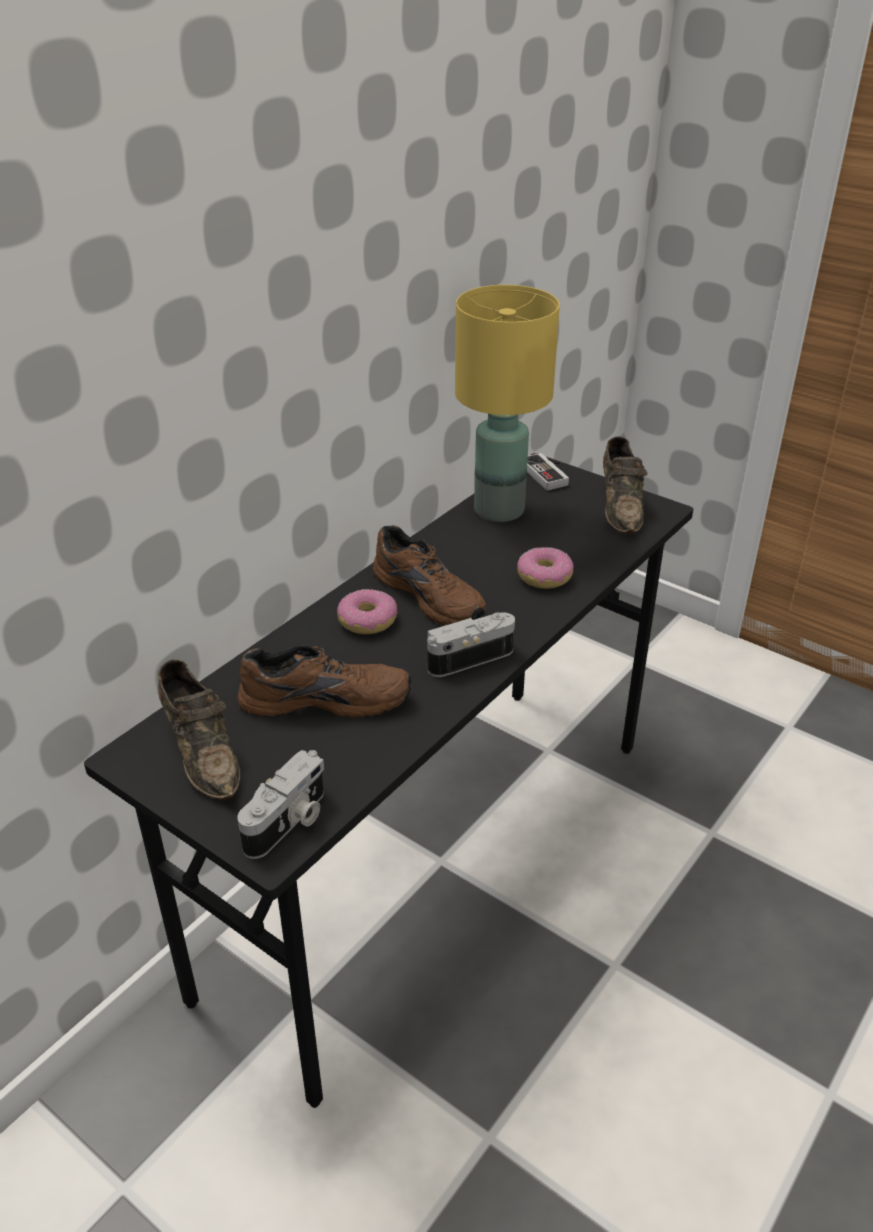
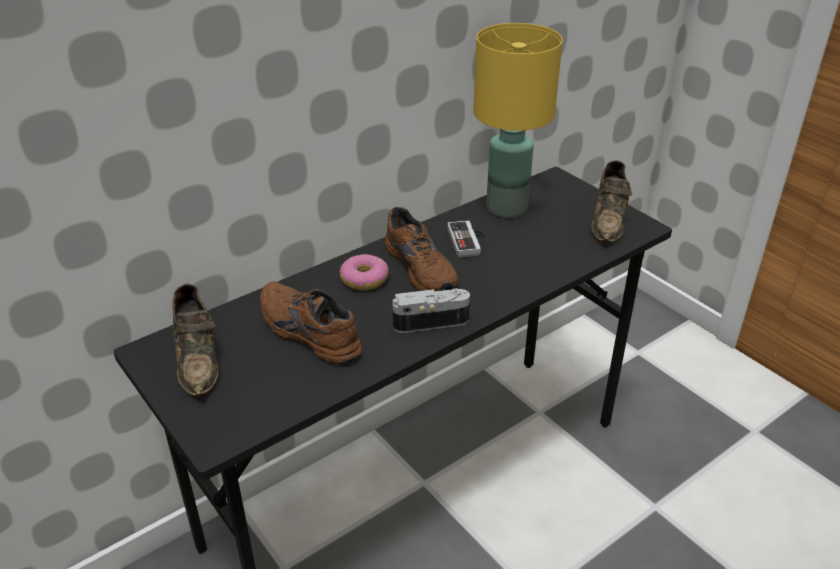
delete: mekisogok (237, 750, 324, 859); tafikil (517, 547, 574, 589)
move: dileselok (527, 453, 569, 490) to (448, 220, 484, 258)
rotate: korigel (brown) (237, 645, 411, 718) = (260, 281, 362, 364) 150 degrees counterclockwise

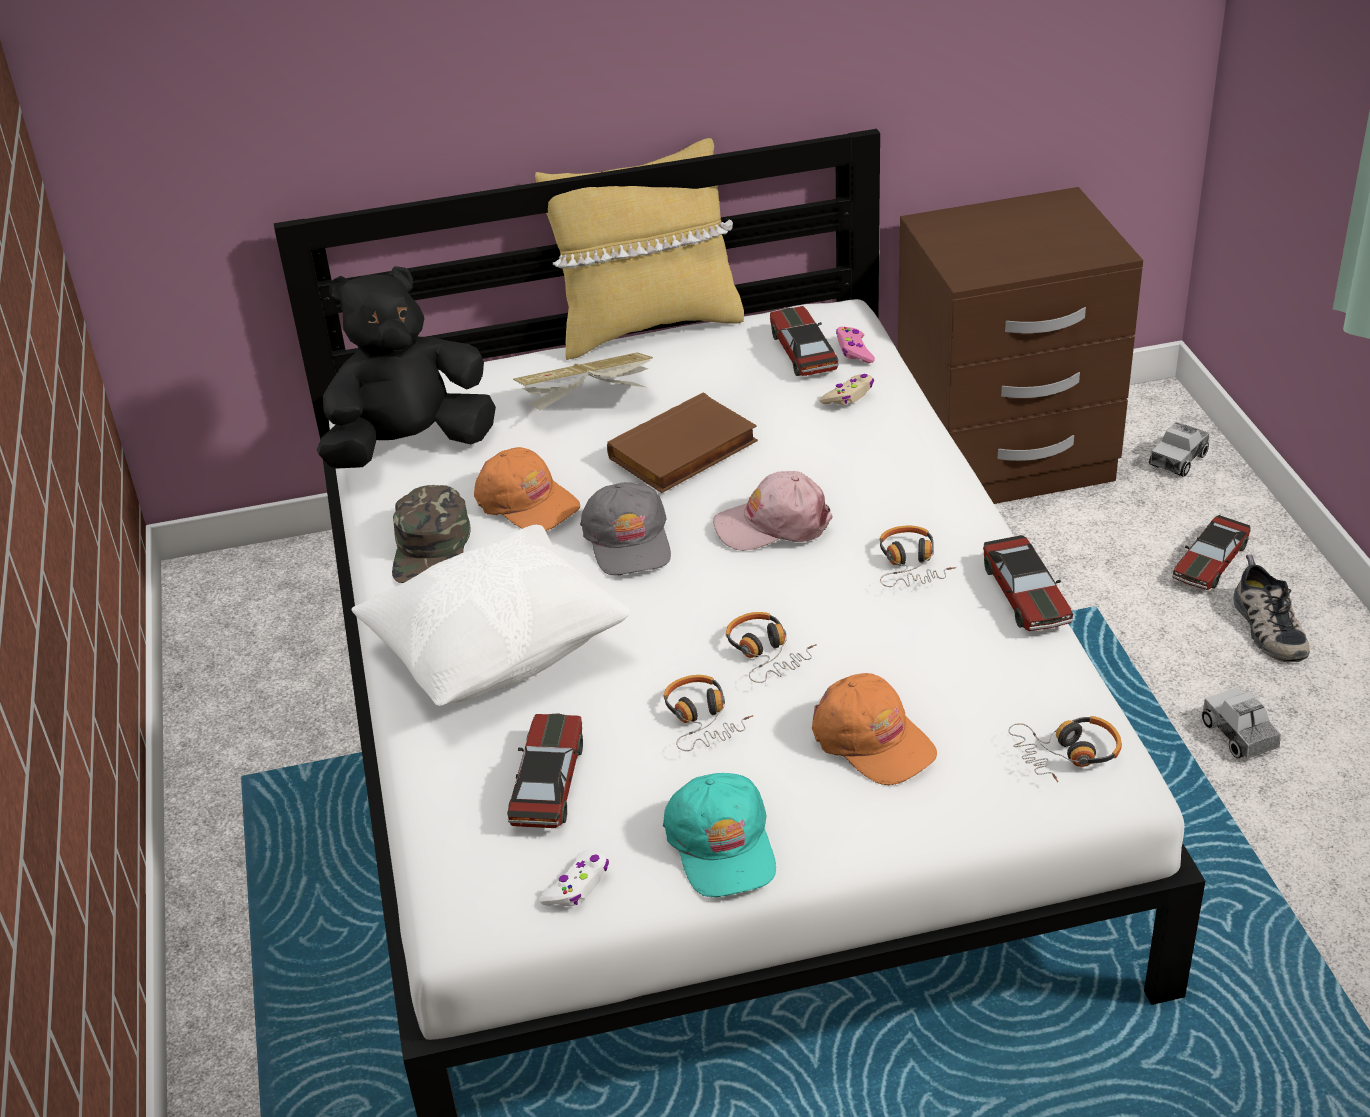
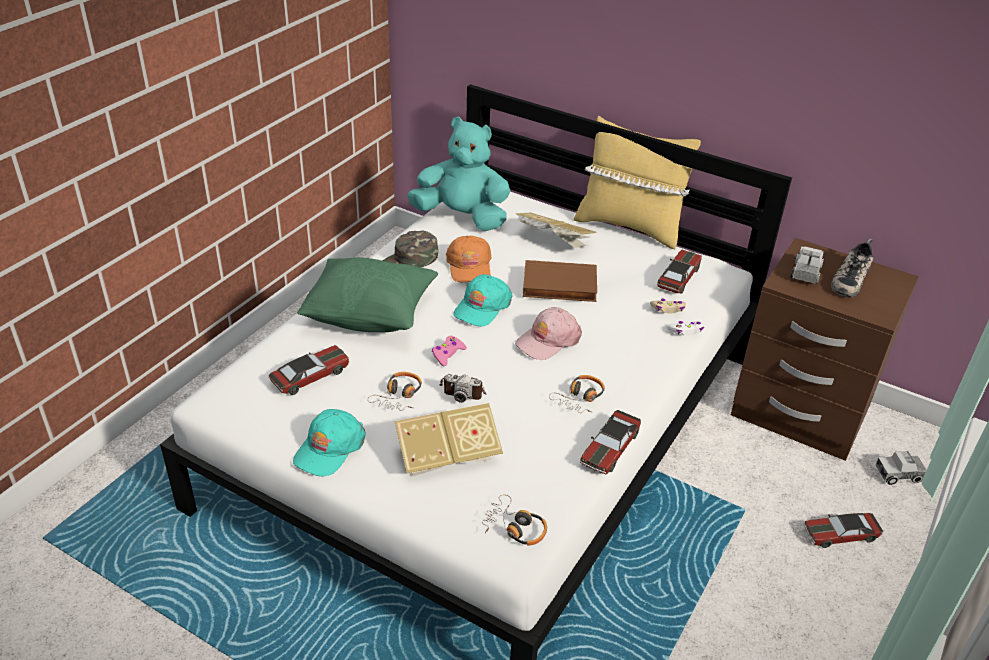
move: dileselok (pink) (836, 327, 875, 363) to (432, 336, 467, 366); dileselok (white) (539, 850, 609, 906) to (667, 321, 704, 336); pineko (1202, 687, 1281, 759) to (791, 246, 824, 284); korigel (1233, 555, 1310, 662) to (831, 239, 874, 297)
replace: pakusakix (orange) (812, 673, 937, 786) to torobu (394, 403, 503, 476); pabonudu (726, 612, 817, 683) to mekisogok (439, 374, 486, 403)
recolor: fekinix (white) (352, 525, 630, 706) to fekinix (green) (297, 257, 438, 332); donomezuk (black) (317, 266, 496, 469) to donomezuk (turquoise) (407, 117, 510, 231); pakusakix (grey) (580, 482, 671, 576) to pakusakix (turquoise) (453, 274, 513, 326)
rotate: pakusakix (pink) (713, 471, 833, 551) = (515, 307, 582, 360) 75 degrees counterclockwise

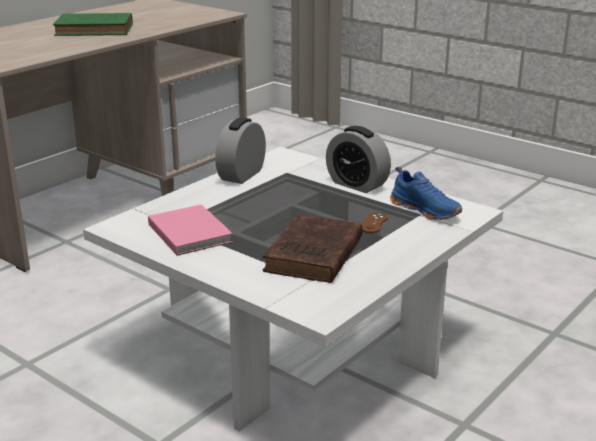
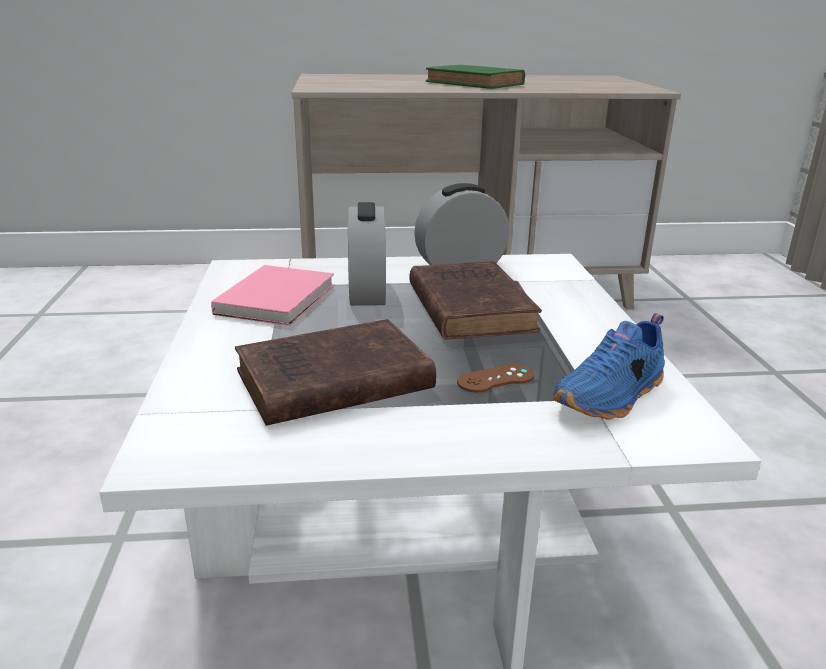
insert: torobu (brown) (409, 261, 542, 340)
move: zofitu (326, 126, 391, 193) to (348, 202, 386, 306)
rotate: korigel (blue) (390, 166, 462, 220) = (553, 313, 665, 420) 45 degrees clockwise

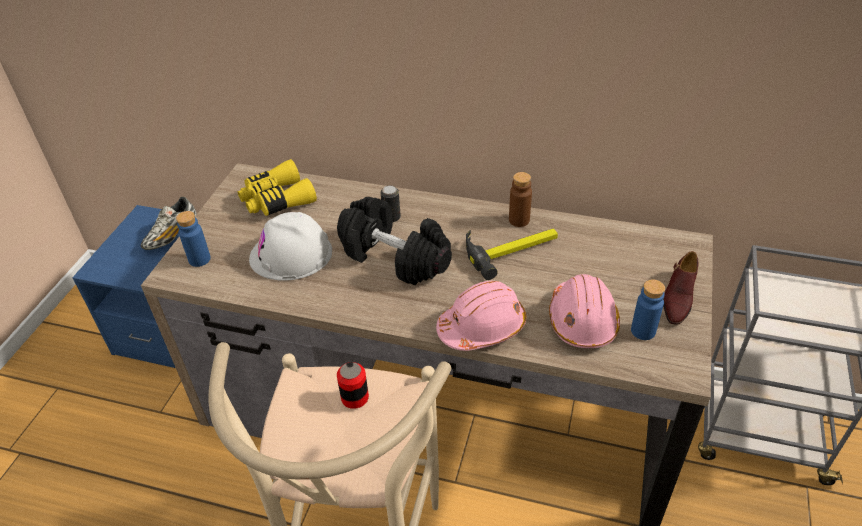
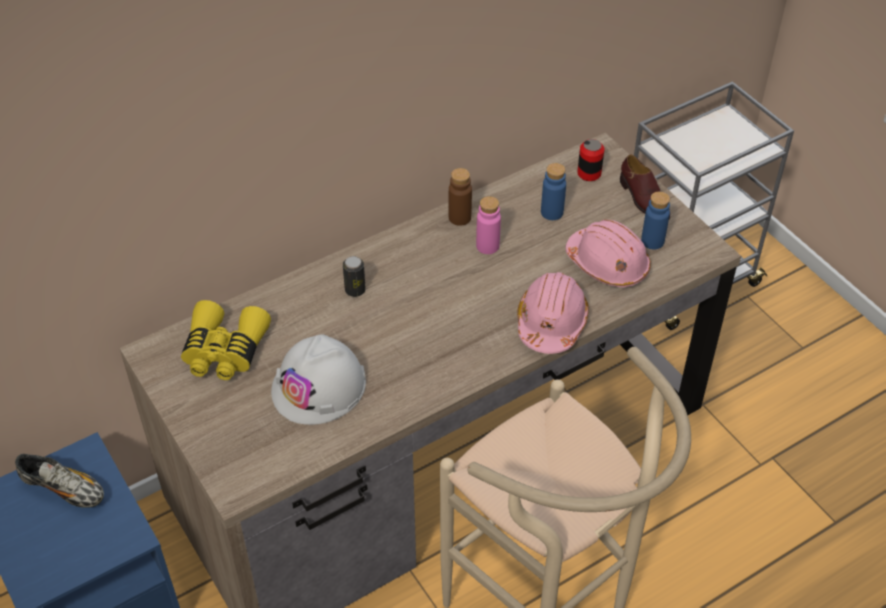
delete: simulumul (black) (337, 197, 452, 285)
move: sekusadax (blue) (176, 211, 211, 267) to (541, 163, 566, 220); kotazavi (337, 362, 369, 409) to (577, 139, 604, 181)
replace: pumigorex (466, 228, 558, 280) to sekusadax (pink) (476, 196, 501, 254)
rotate: korigel (141, 197, 197, 250) = (15, 454, 104, 508) 45 degrees counterclockwise

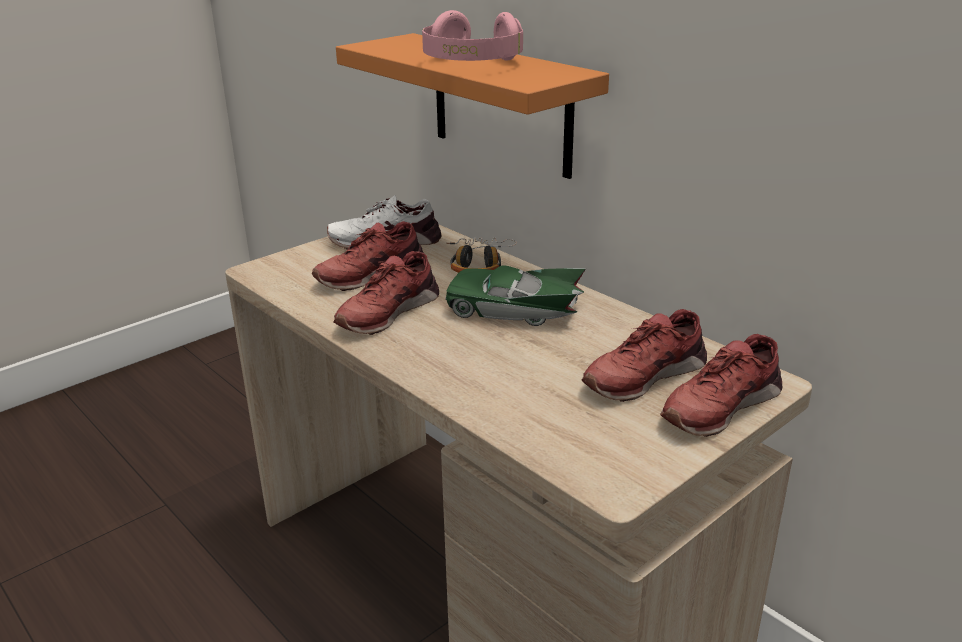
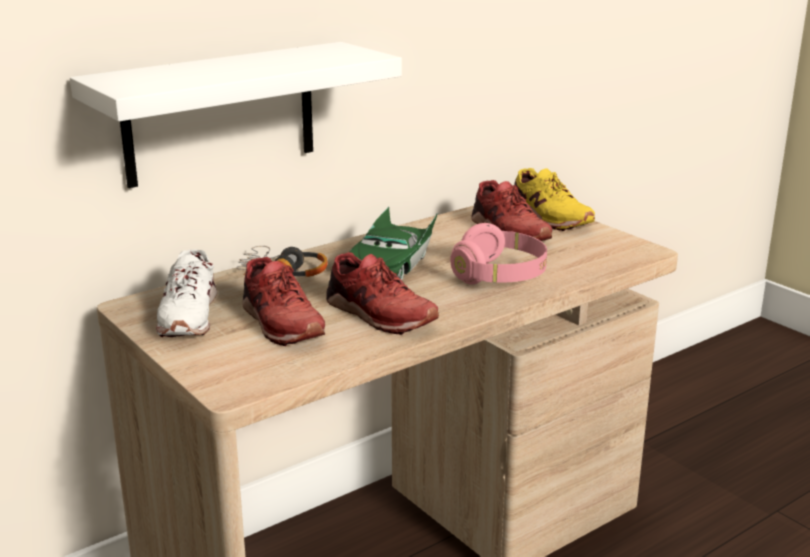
move: pabonudu (pink) (422, 10, 523, 61) to (450, 223, 547, 285)
recolor: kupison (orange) (336, 33, 609, 179) to kupison (white) (70, 42, 402, 188); korigel (red) (660, 334, 782, 437) to korigel (yellow) (514, 168, 595, 231)

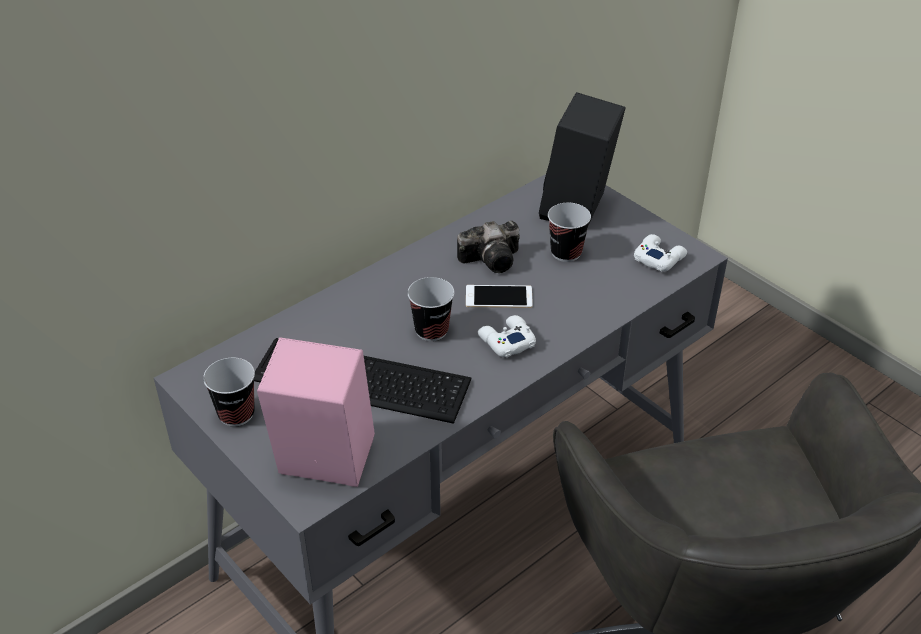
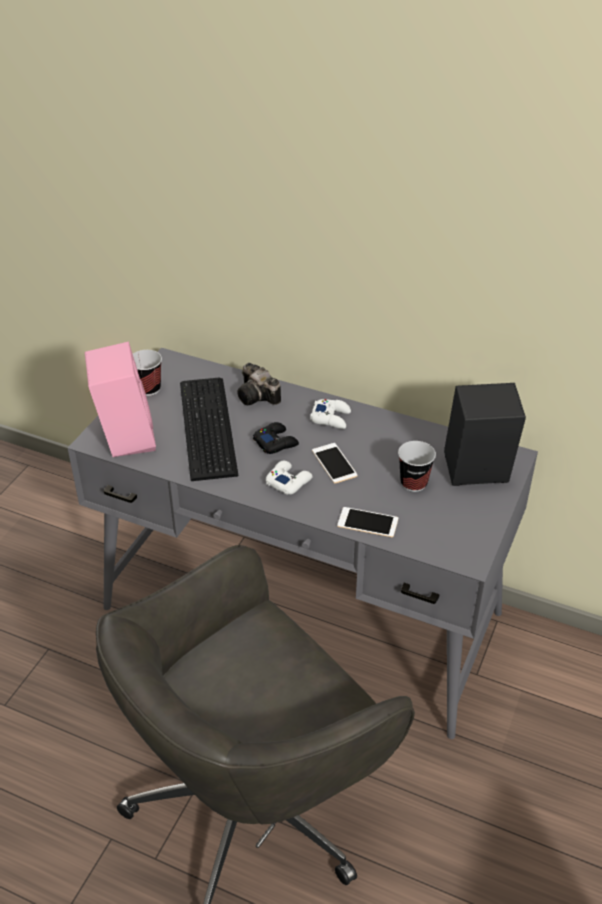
insert: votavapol (337, 507, 398, 537)
move: mekisogok (457, 221, 520, 273) to (237, 363, 281, 405); dileselok (white) (634, 234, 687, 271) to (310, 399, 351, 429)
replace: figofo (407, 277, 454, 341) to dileselok (black) (253, 422, 299, 454)

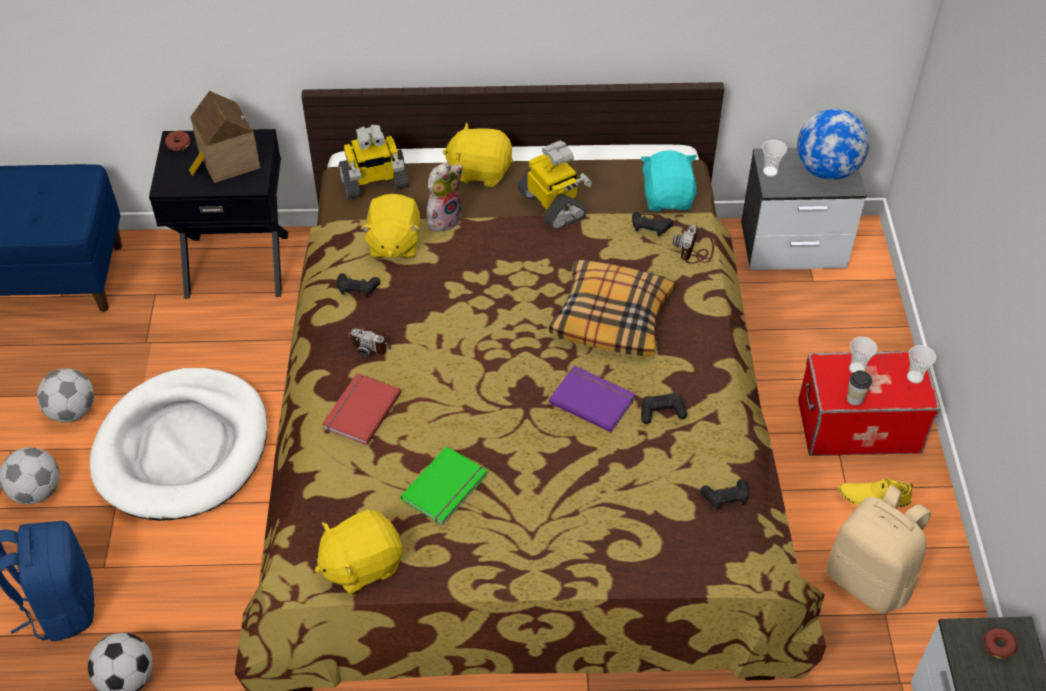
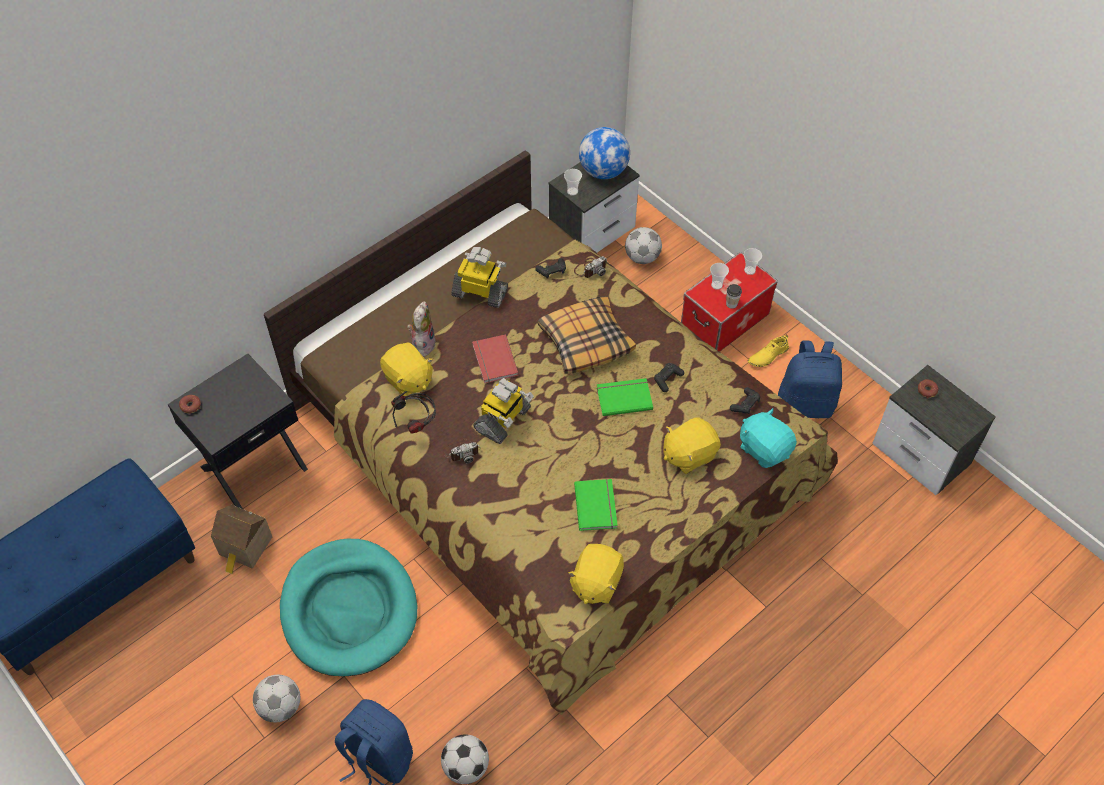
move: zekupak (189, 91, 260, 183) to (211, 505, 272, 574); torobu (red) (322, 373, 401, 445) to (472, 334, 519, 383); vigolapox (339, 125, 409, 199) to (473, 378, 534, 444); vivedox (37, 368, 94, 423) to (625, 227, 662, 264); donomezuk (yellow) (443, 123, 513, 187) to (663, 417, 721, 474); donomezuk (turquoise) (641, 150, 697, 211) to (740, 408, 797, 468)
replace: dileselok (black) (337, 273, 380, 297) to pabonudu (391, 391, 436, 434)
recolor: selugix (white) (90, 368, 267, 521) to selugix (turquoise) (280, 539, 417, 676); torobu (purple) (549, 366, 636, 432) to torobu (green) (597, 378, 653, 416); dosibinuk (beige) (827, 485, 931, 614) to dosibinuk (blue) (778, 340, 842, 418)
rotate: mekisogok (673, 224, 714, 264) = (574, 256, 607, 278) 105 degrees counterclockwise

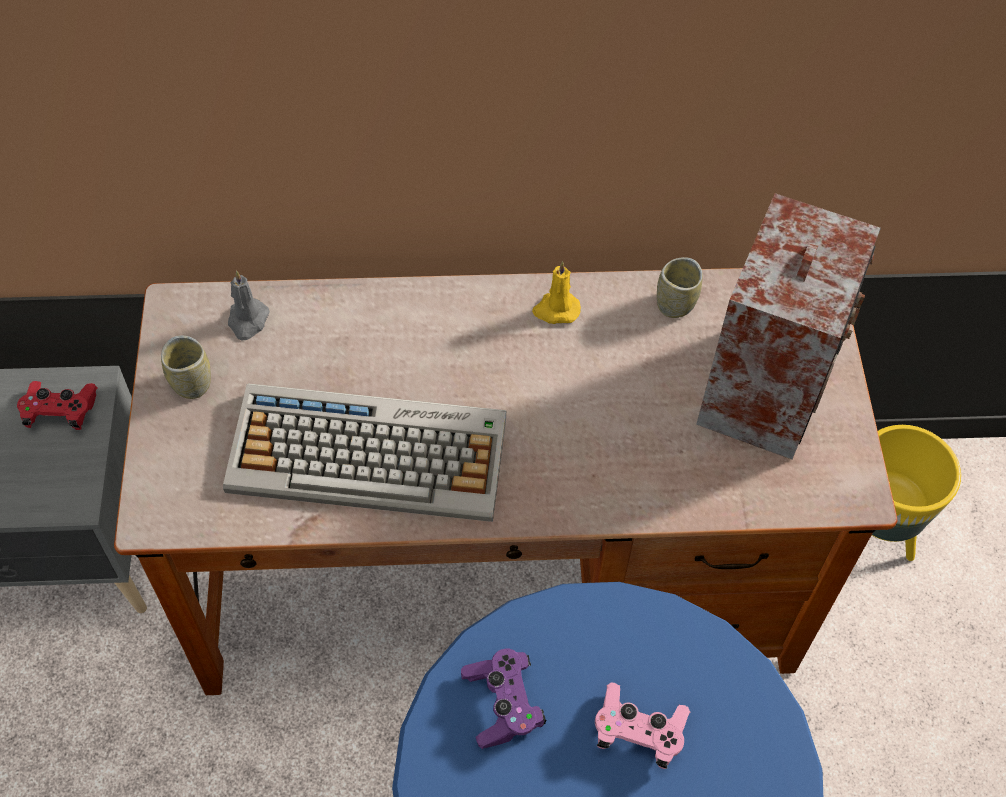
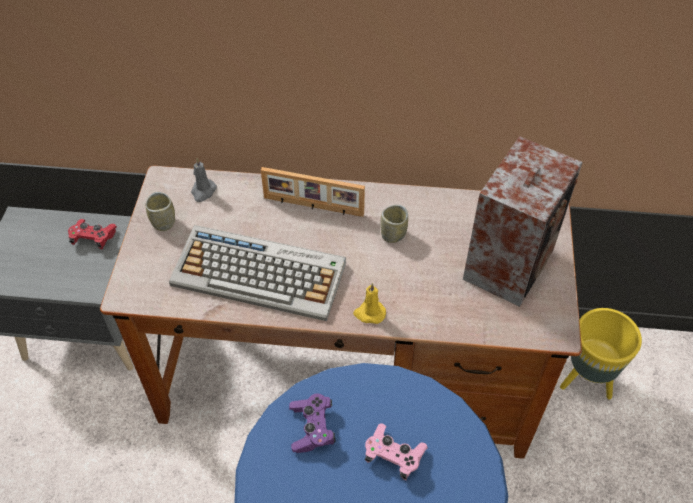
insert: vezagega (261, 167, 365, 217)
move: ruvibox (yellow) (532, 261, 581, 324) to (353, 283, 386, 324); figofo (657, 257, 703, 318) to (380, 205, 408, 243)

